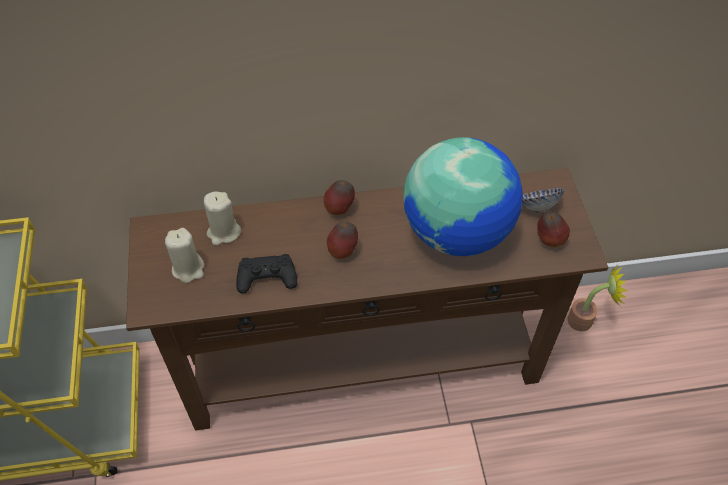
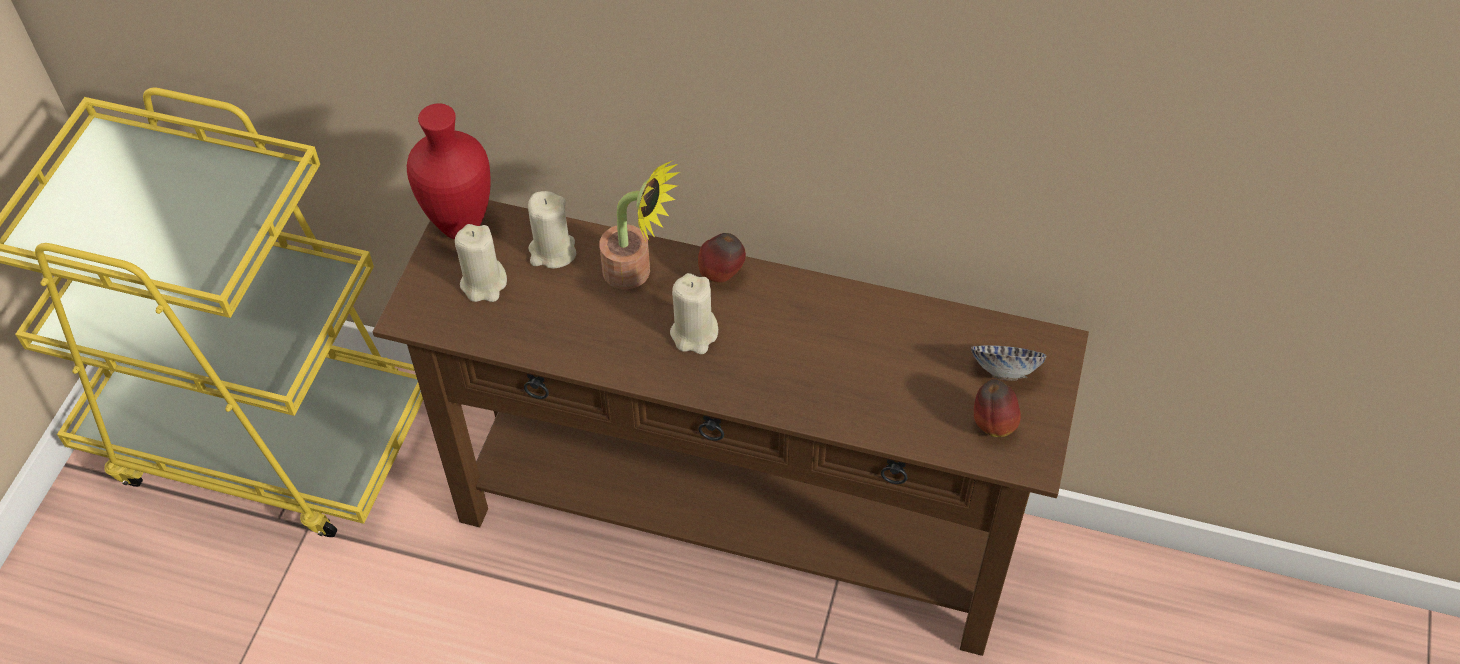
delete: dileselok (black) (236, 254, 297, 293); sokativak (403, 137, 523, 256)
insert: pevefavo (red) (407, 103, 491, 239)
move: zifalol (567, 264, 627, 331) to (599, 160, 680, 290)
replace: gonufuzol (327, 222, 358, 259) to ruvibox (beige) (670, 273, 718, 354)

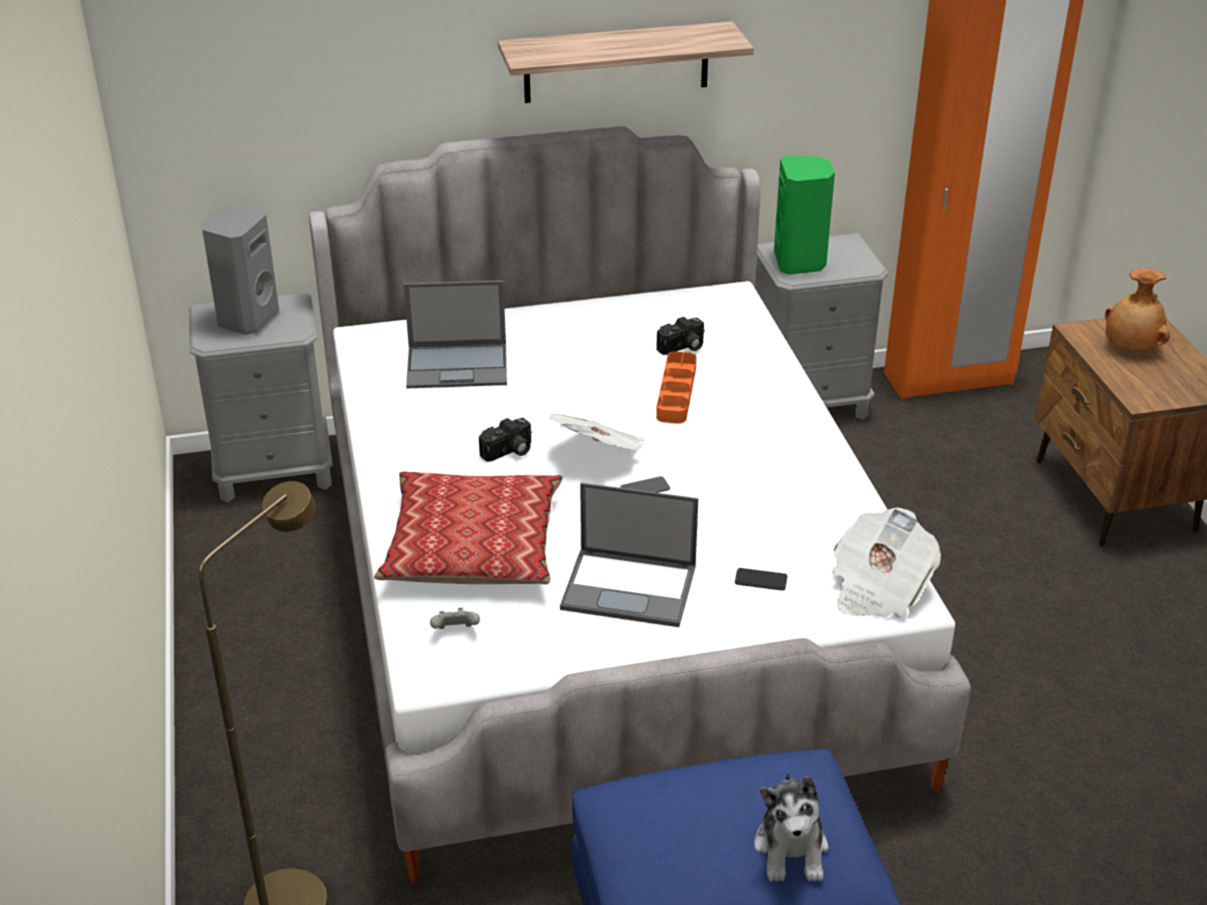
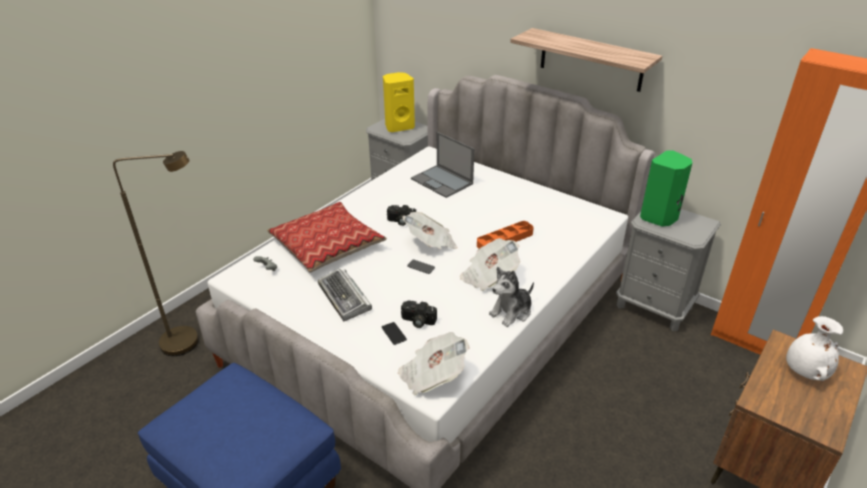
insert: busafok (460, 238, 520, 291)
move: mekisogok (656, 317, 705, 355) to (401, 300, 437, 328); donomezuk (754, 771, 829, 882) to (489, 267, 534, 327)
replace: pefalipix (560, 483, 698, 627) to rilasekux (318, 269, 372, 321)
recolor: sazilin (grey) (201, 207, 279, 335) to sazilin (yellow) (383, 72, 415, 132); pevefavo (brown) (1105, 268, 1170, 351) to pevefavo (white) (786, 316, 843, 381)

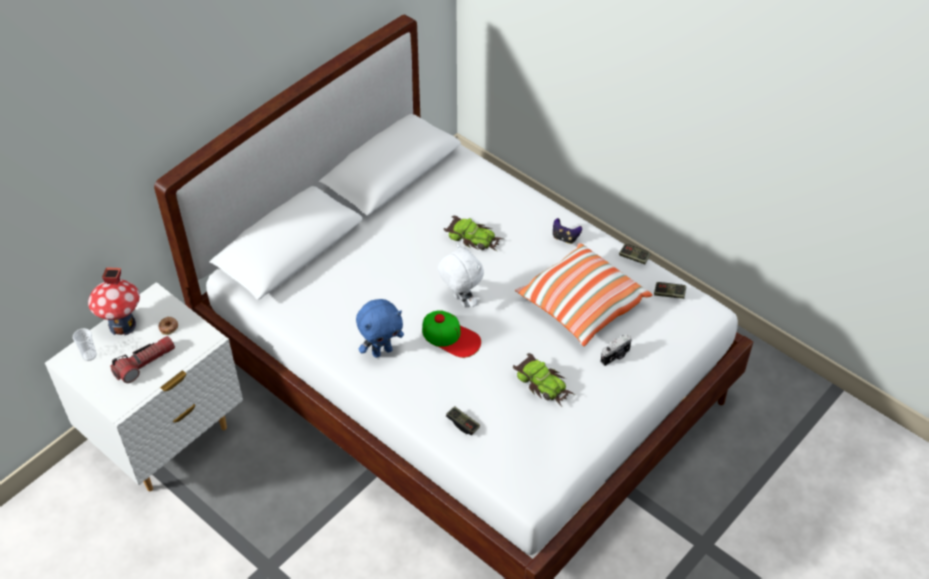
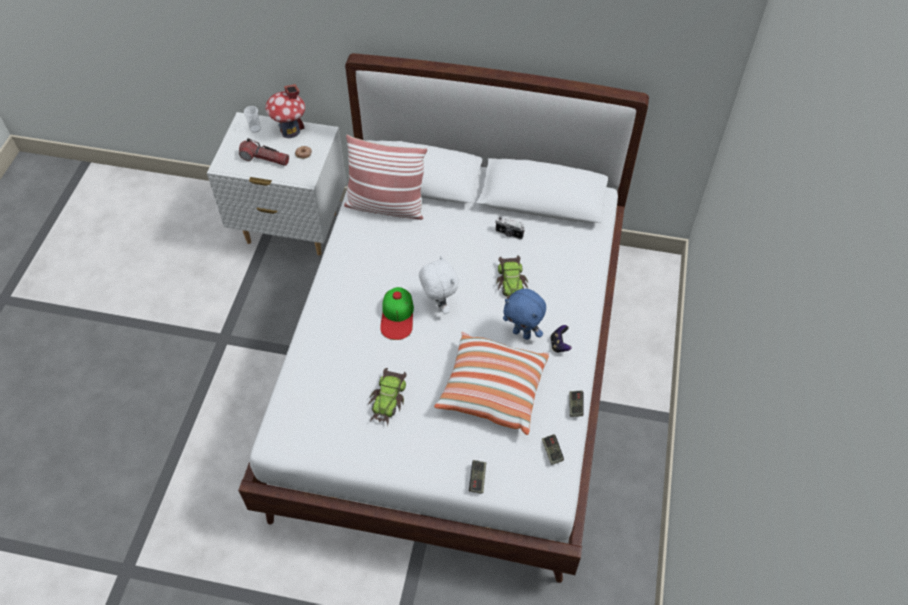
insert: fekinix (344, 135, 427, 220)
move: dileselok (446, 406, 480, 435) to (469, 460, 486, 494); mekisogok (600, 334, 632, 366) to (495, 217, 525, 239); donomezuk (blue) (356, 299, 404, 358) to (503, 289, 546, 340)
rotate: donomezuk (white) (438, 244, 484, 307) = (419, 255, 459, 314) 45 degrees counterclockwise

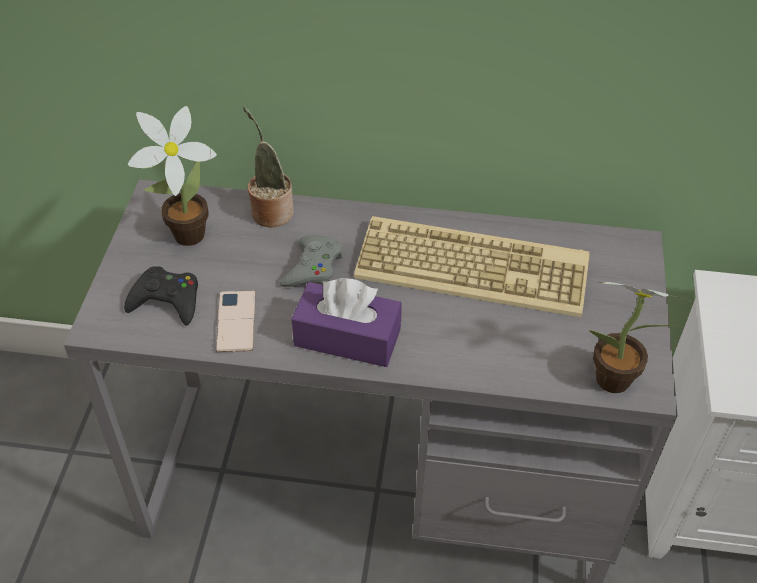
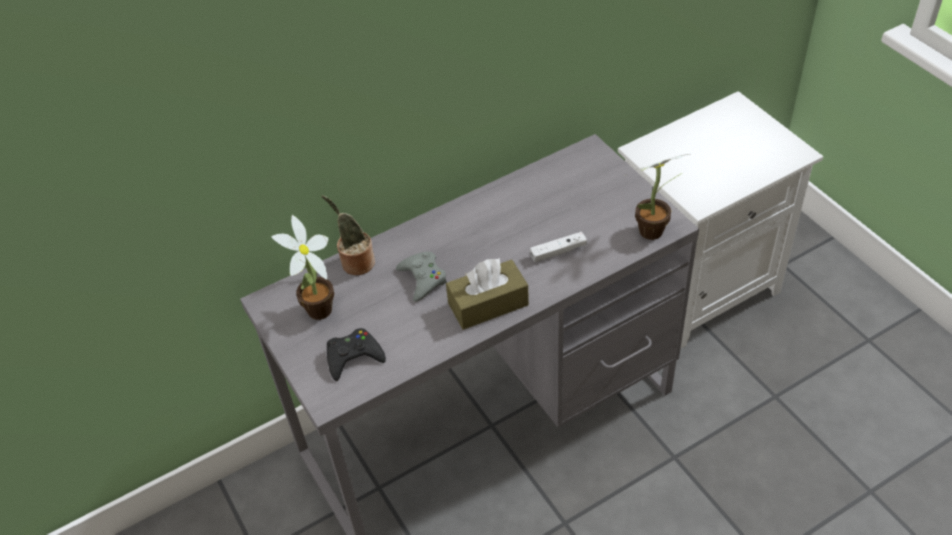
delete: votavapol (216, 290, 255, 352); rilasekux (354, 216, 590, 318)
insert: dileselok (white) (530, 232, 587, 262)
recolor: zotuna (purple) (291, 278, 402, 367) to zotuna (brown) (446, 258, 529, 330)

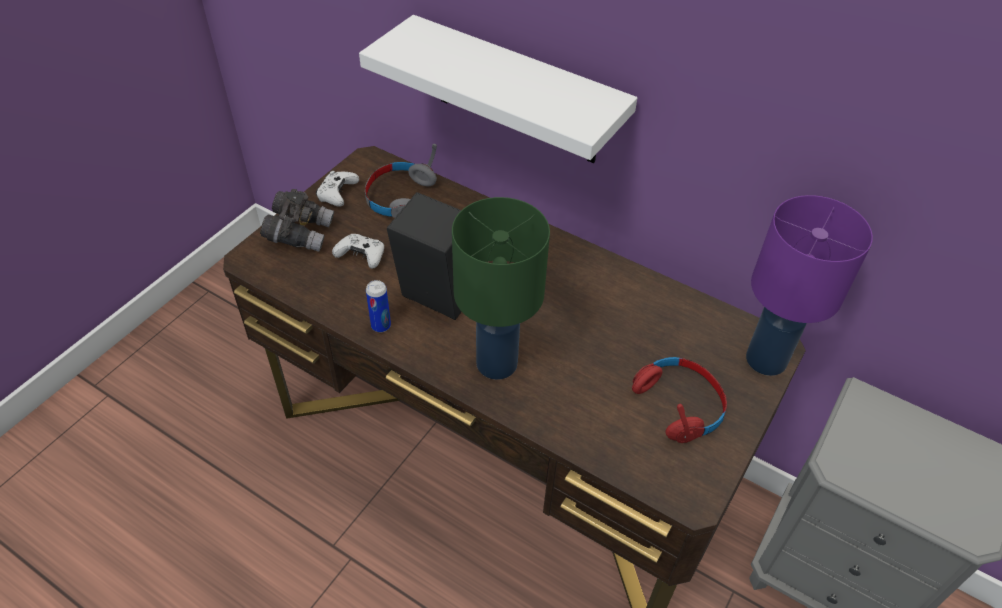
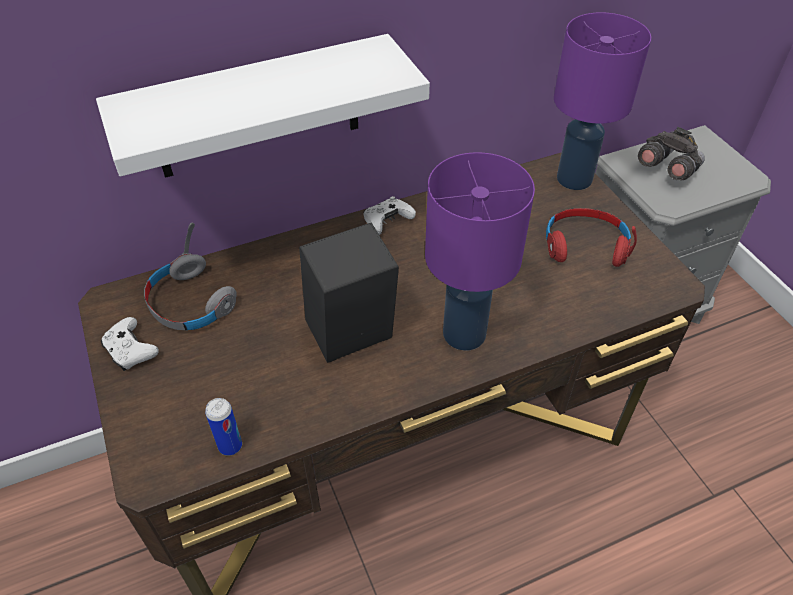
move: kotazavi (366, 280, 391, 332) to (205, 398, 242, 456); dileselok (white) (332, 234, 384, 269) to (364, 196, 416, 235); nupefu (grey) (260, 189, 334, 252) to (638, 127, 705, 181)
recolor: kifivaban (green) (452, 197, 550, 380) to kifivaban (purple) (425, 152, 535, 351)

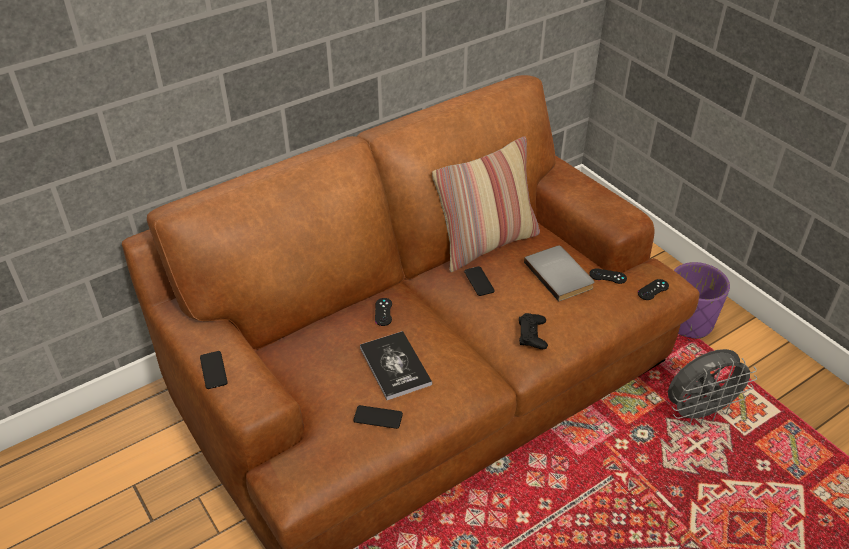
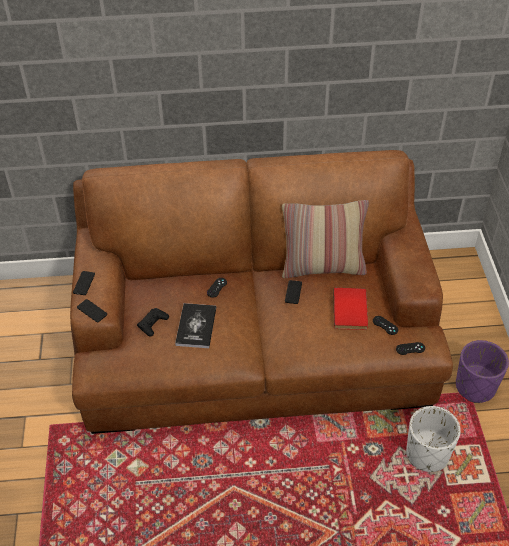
move: votavapol (354, 405, 403, 429) to (77, 299, 107, 322); dileselok (black) (519, 313, 548, 349) to (137, 308, 169, 337)
replace: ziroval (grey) (668, 349, 757, 425) to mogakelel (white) (406, 406, 461, 472)
recolor: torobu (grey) (524, 245, 594, 302) to torobu (red) (334, 288, 368, 330)

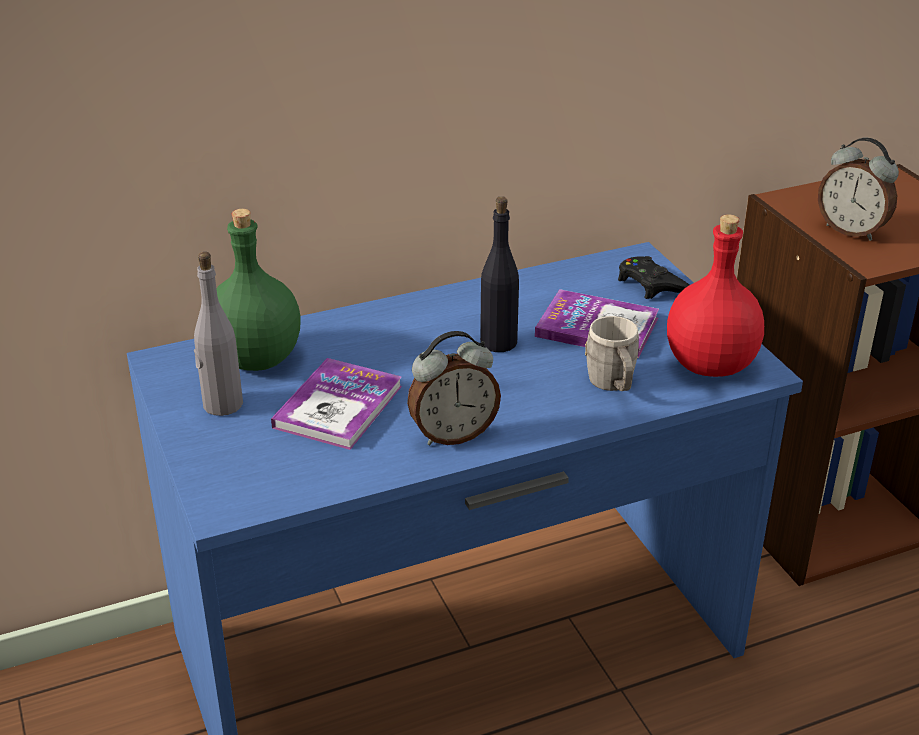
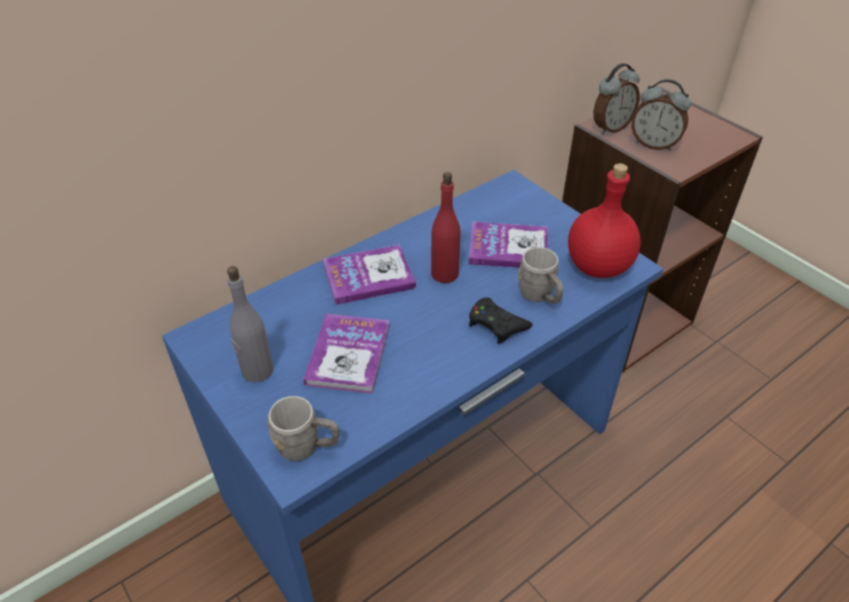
delete: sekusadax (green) (216, 209, 301, 371)
insert: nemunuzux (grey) (267, 396, 340, 461); torobu (323, 245, 416, 305)
move: dileselok (black) (618, 256, 689, 299) to (469, 298, 533, 344); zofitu (407, 331, 501, 445) to (593, 63, 640, 135)
recolor: sekusadax (black) (480, 196, 519, 352) to sekusadax (red) (431, 172, 461, 283)

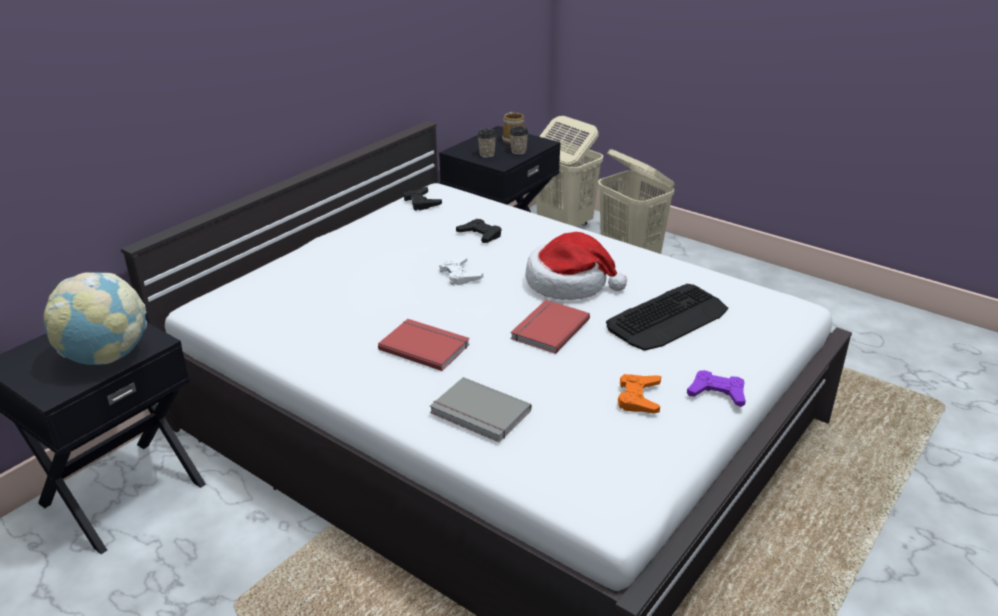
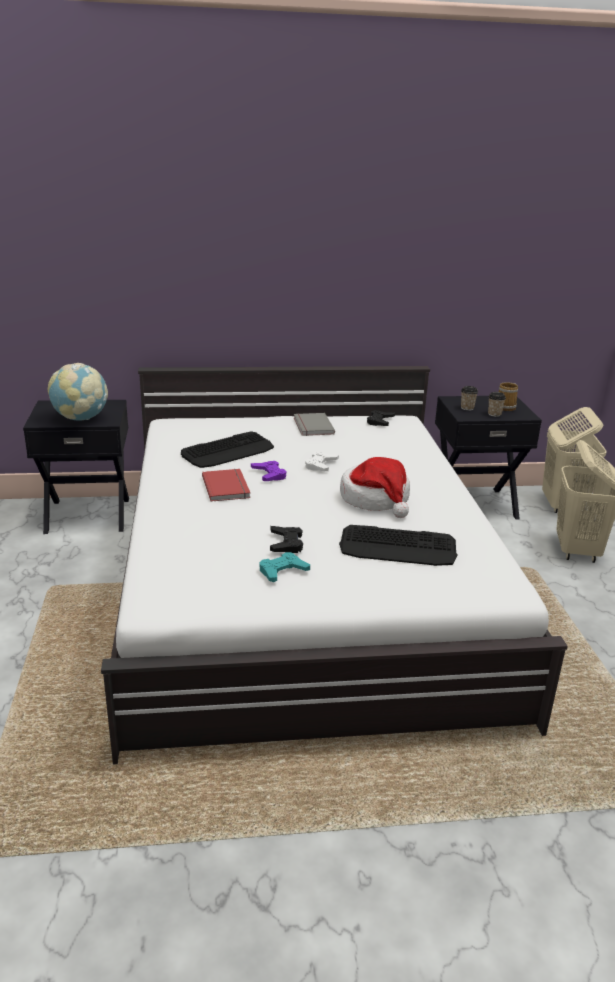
delete: torobu (red) (510, 300, 590, 354)
insert: rilasekux (181, 431, 274, 468)
move: dileselok (purple) (687, 370, 746, 407) to (251, 461, 286, 481); dileselok (black) (456, 219, 501, 243) to (270, 526, 303, 553); torobu (grey) (430, 377, 532, 443) to (294, 413, 335, 436)
recolor: dileselok (orange) (618, 374, 661, 414) to dileselok (turquoise) (260, 552, 310, 582)

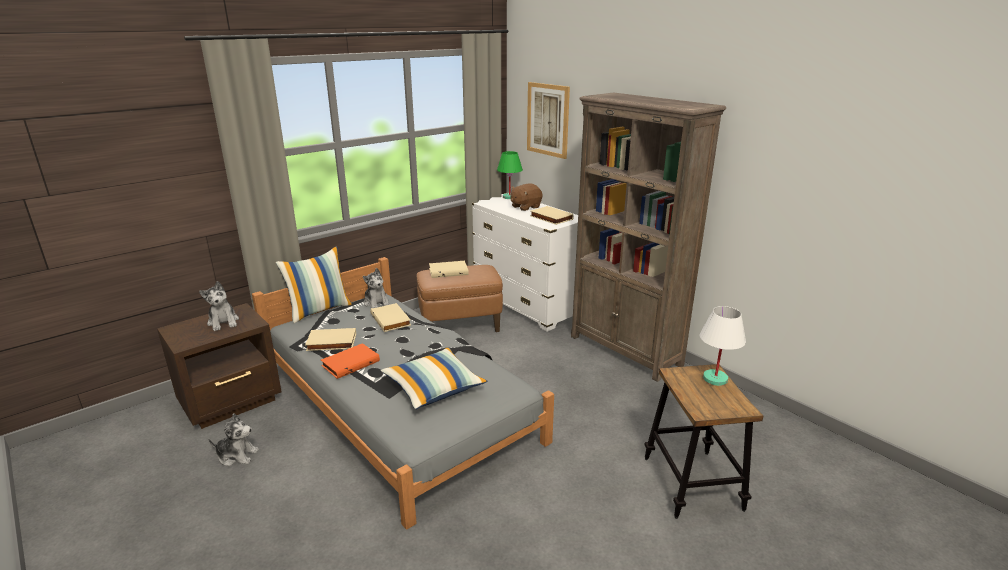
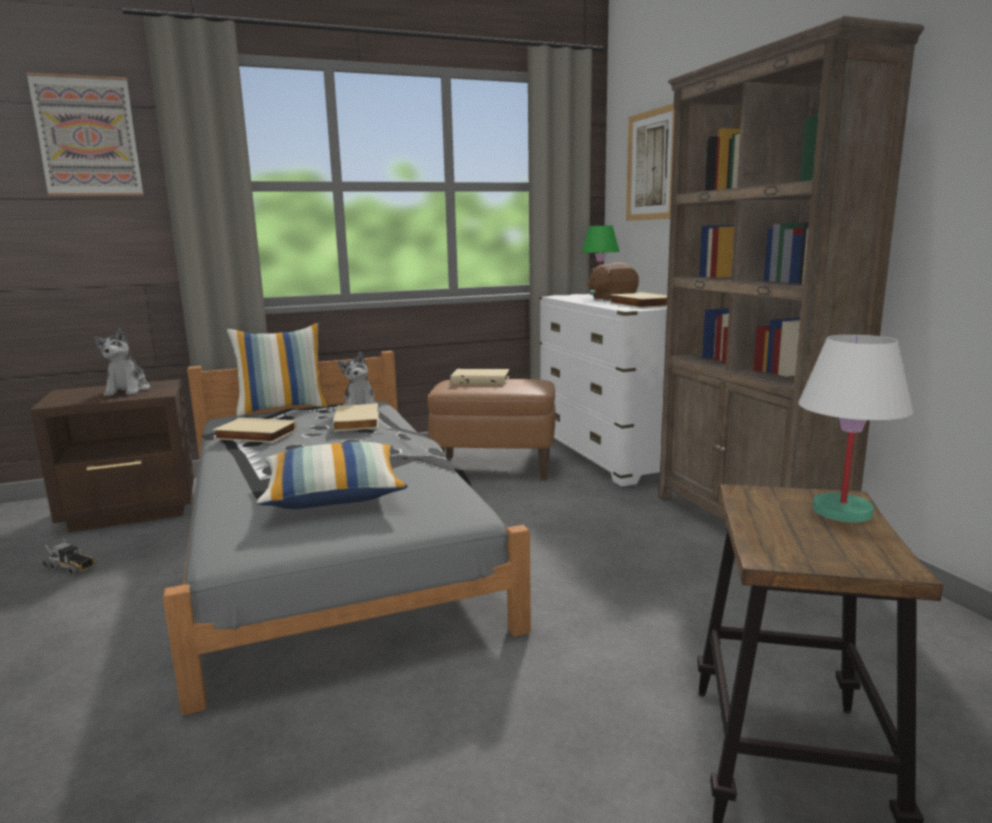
delete: torobu (orange) (321, 343, 380, 379)
insert: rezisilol (26, 72, 143, 196)
replace: donomezuk (208, 413, 259, 466) to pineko (42, 538, 96, 576)

